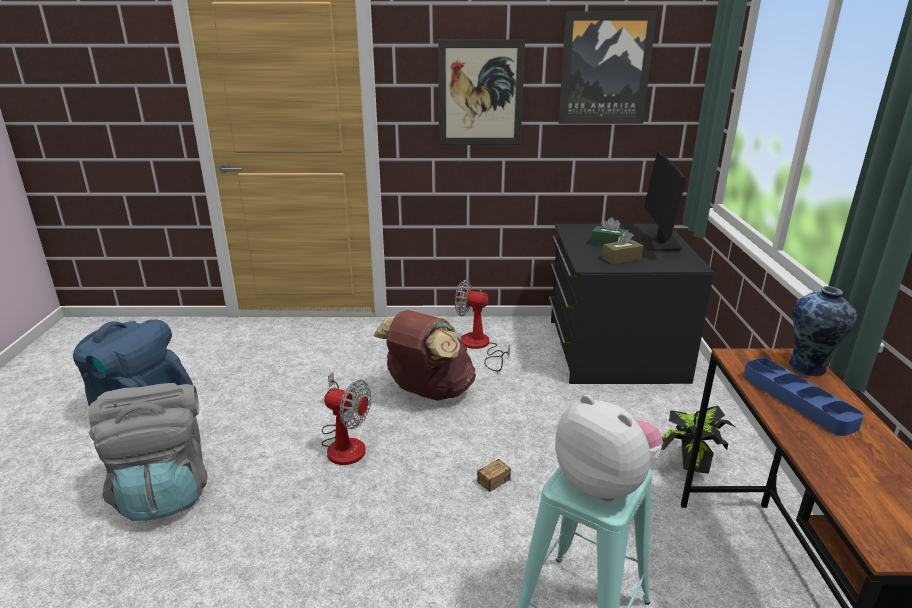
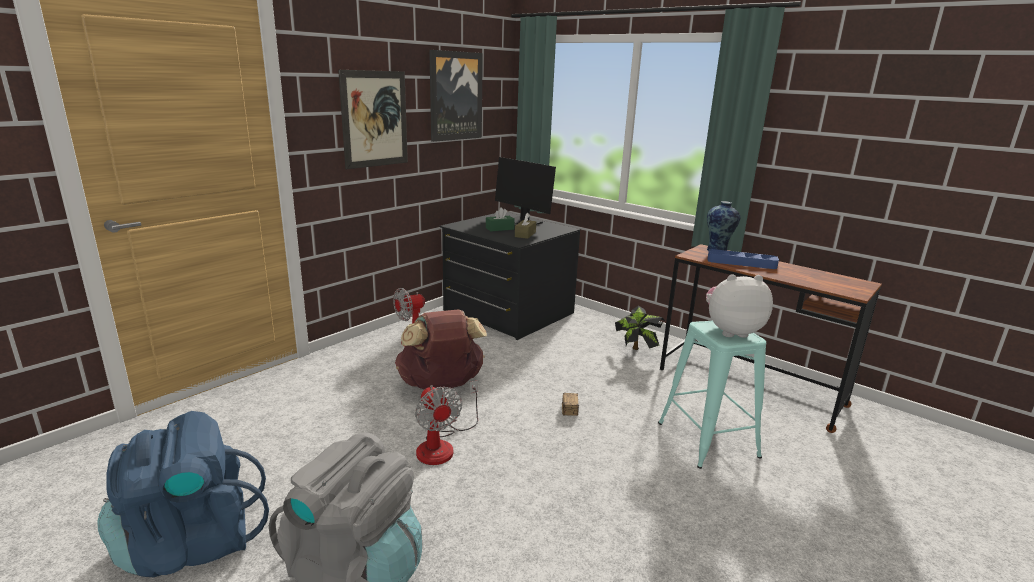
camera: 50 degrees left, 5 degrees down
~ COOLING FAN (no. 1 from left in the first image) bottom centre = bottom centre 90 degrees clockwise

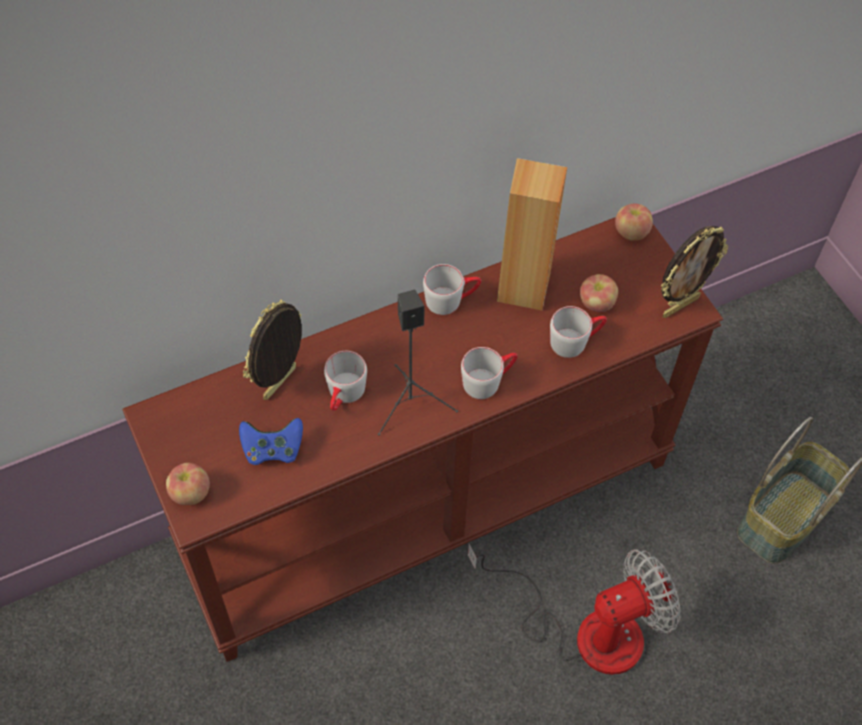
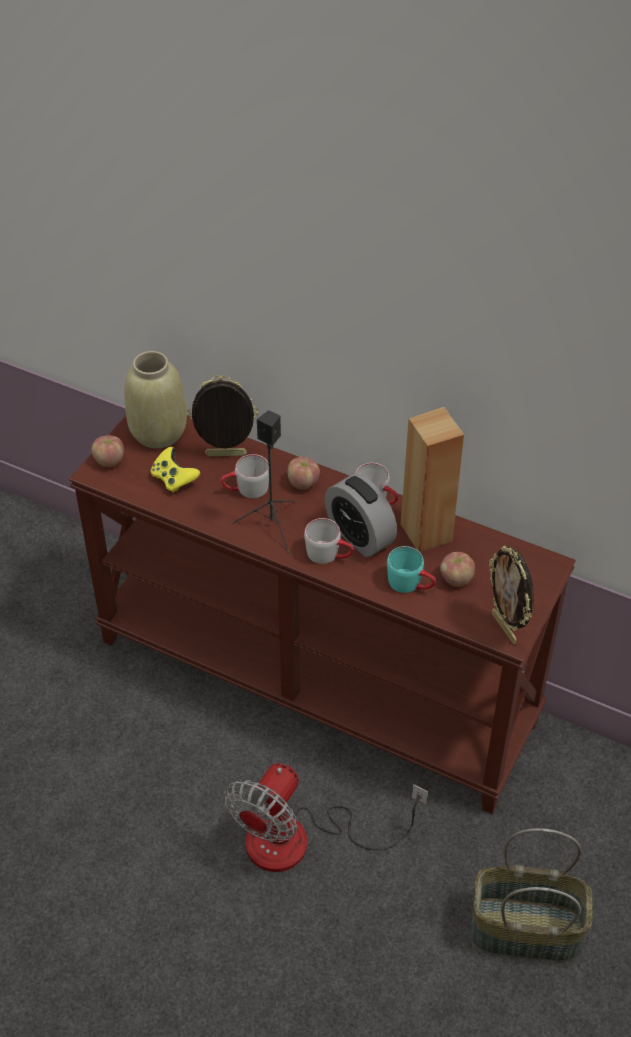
camera: 55 degrees right, 10 degrees down
+ BEIGE VASE middle left
~ BLUE GAME CONTROLLER middle left to YELLOWISH GAME CONTROLLER middle left
~ COOLING FAN bottom centre = bottom centre 90 degrees clockwise
~ APPLE FRUIT (no. 3 from left in the first image) top right to APPLE FRUIT (no. 2 from left) centre
+ TABLE CLOCK centre
~ GREY COFFEE MUG (no. 4 from left) middle right to TURQUOISE-COLOURED COFFEE MUG centre
~ PHOTO FRAME (no. 2 from left) middle right = middle right 45 degrees clockwise

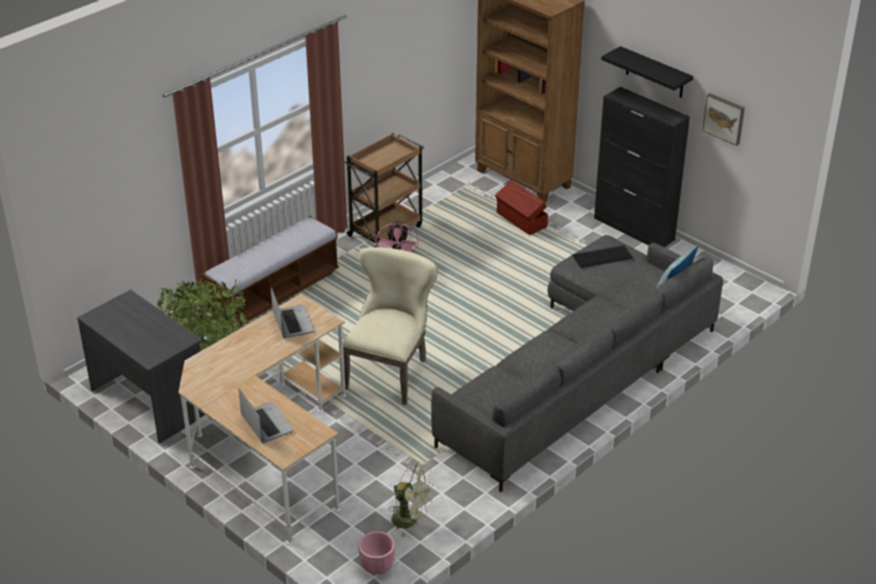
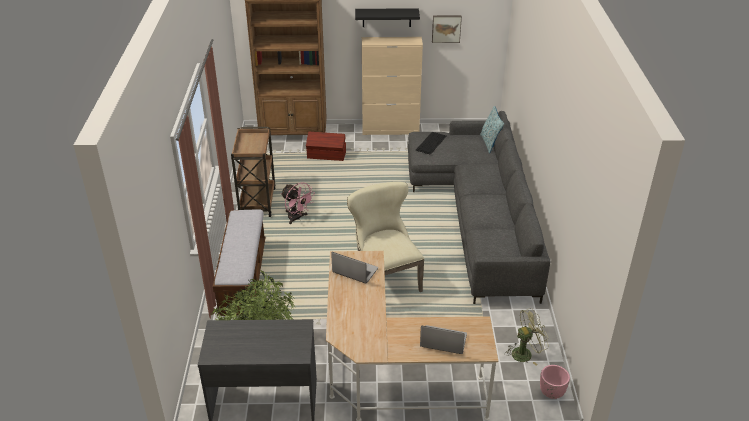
camera: 45 degrees left, 0 degrees up
~ BLACK-COLOURED CABINET top right to BEIGE CABINET top centre

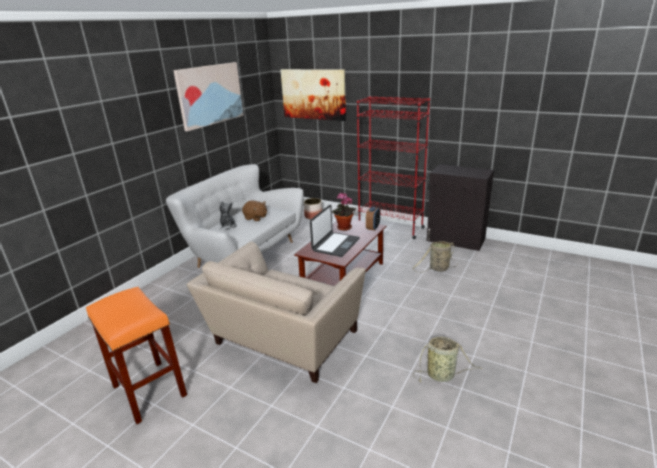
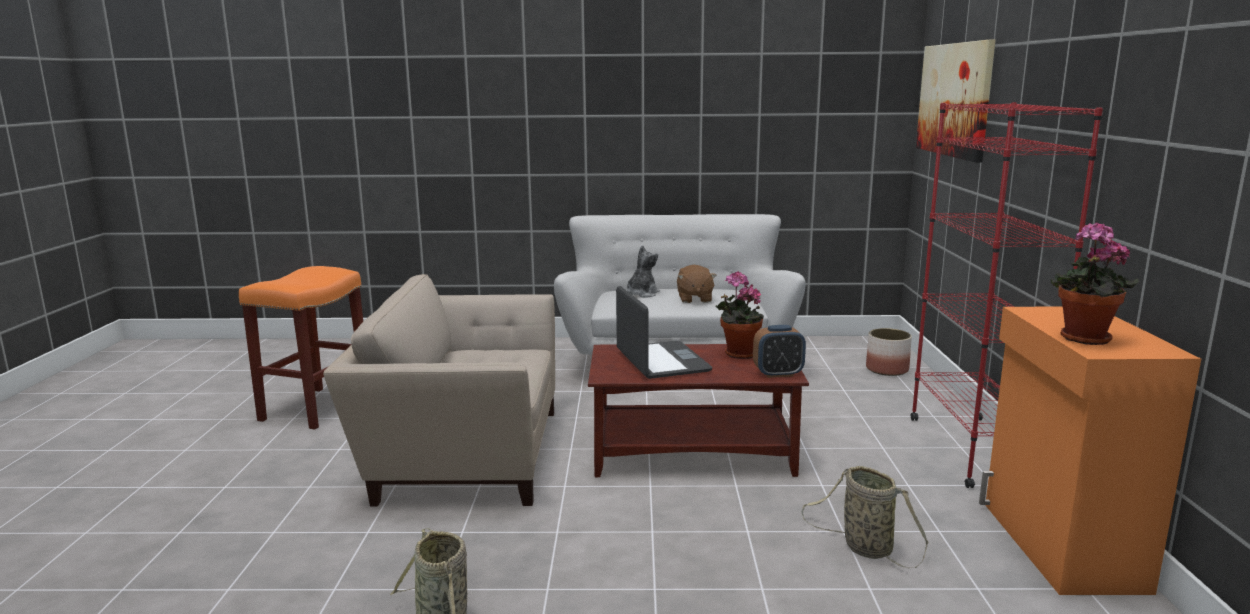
camera: 60 degrees right, 10 degrees down
~ LAPTOP centre = centre 105 degrees counterclockwise
~ BLACK-COLOURED CABINET middle right to ORANGEY CABINET bottom right
+ POTTED PLANT (no. 2 from left) middle right
- WALL ART (no. 1 from left) top left

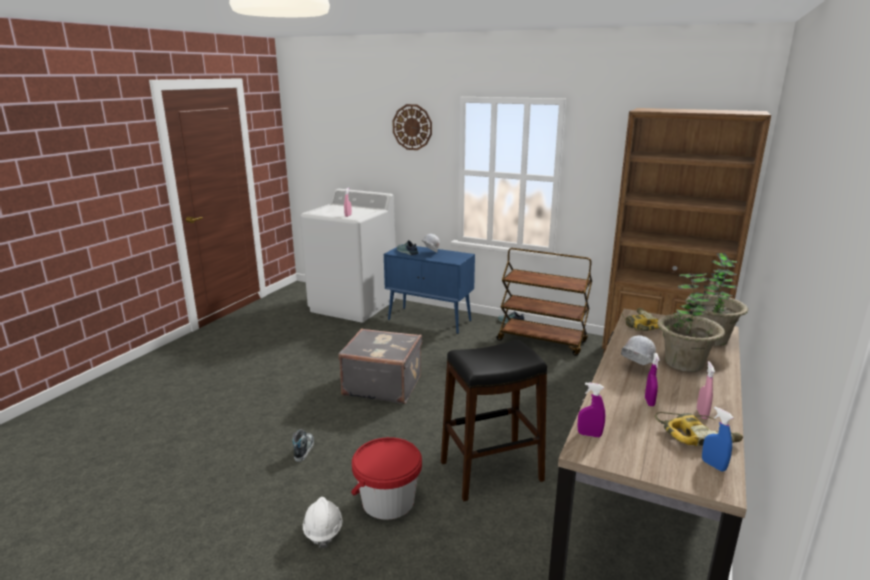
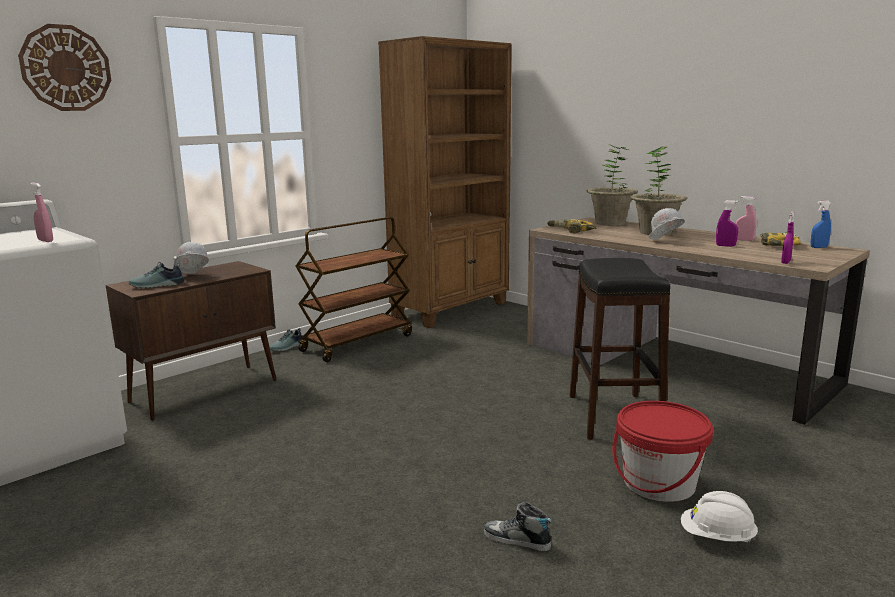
camera: 70 degrees left, 5 degrees down
~ BLUE CABINET centre to BROWN CABINET middle left
- GREY TRAVEL CASE centre

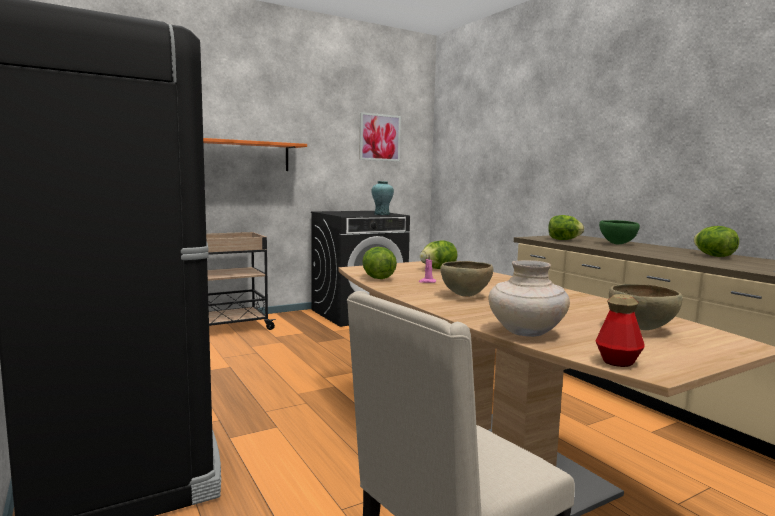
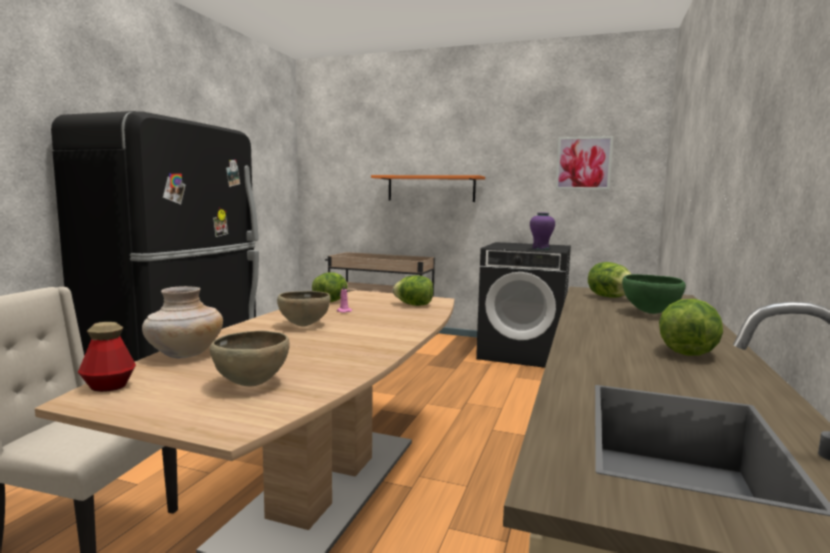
camera: 50 degrees right, 0 degrees up
~ TURQUOISE-COLOURED VASE centre to PURPLISH VASE centre

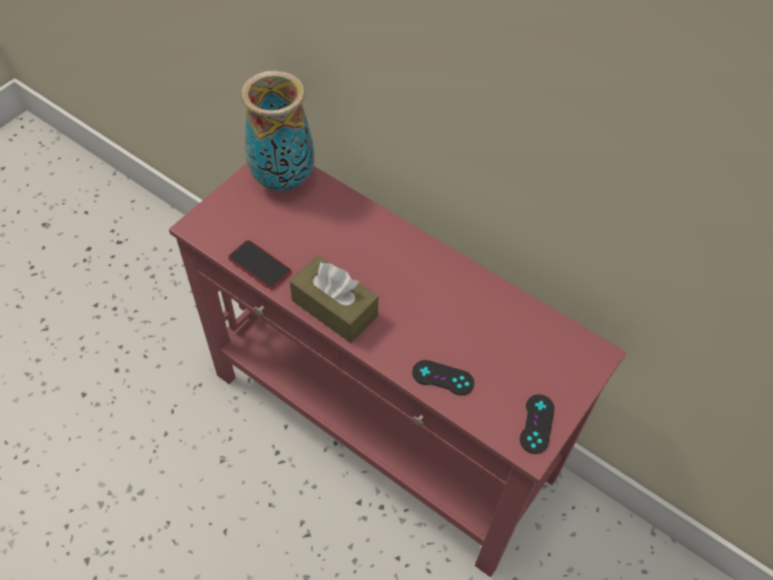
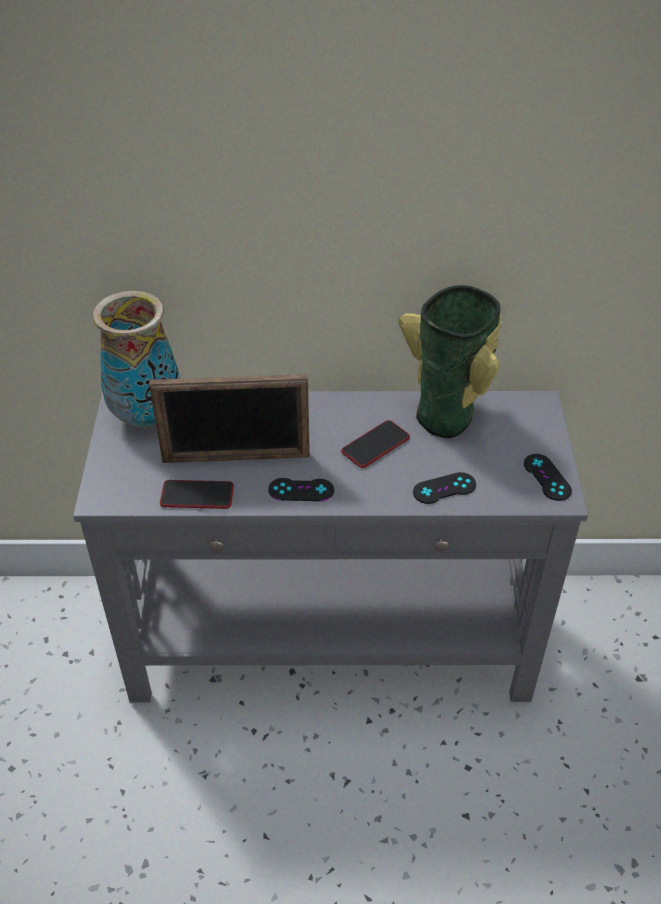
camera: 35 degrees left, 10 degrees down
~ RED NARROW TABLE centre to GREY NARROW TABLE centre
+ PHOTO FRAME centre
~ BROWN BOX OF TISSUES centre to BLACK-COLOURED GAME CONTROLLER (no. 1 from left) centre
+ HANDSET (no. 2 from left) centre
+ VASE (no. 2 from left) middle right

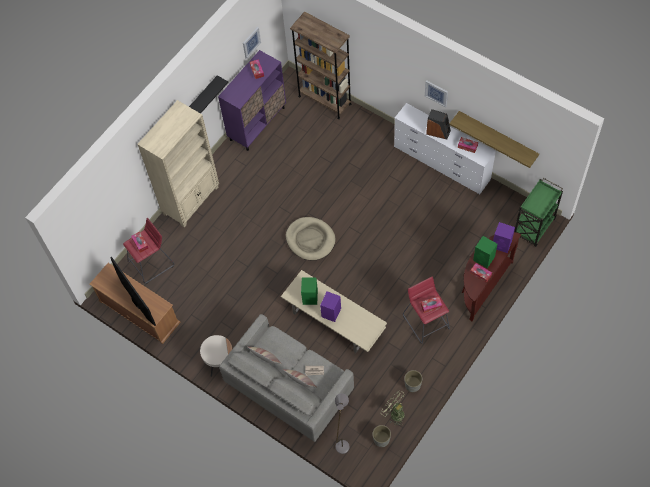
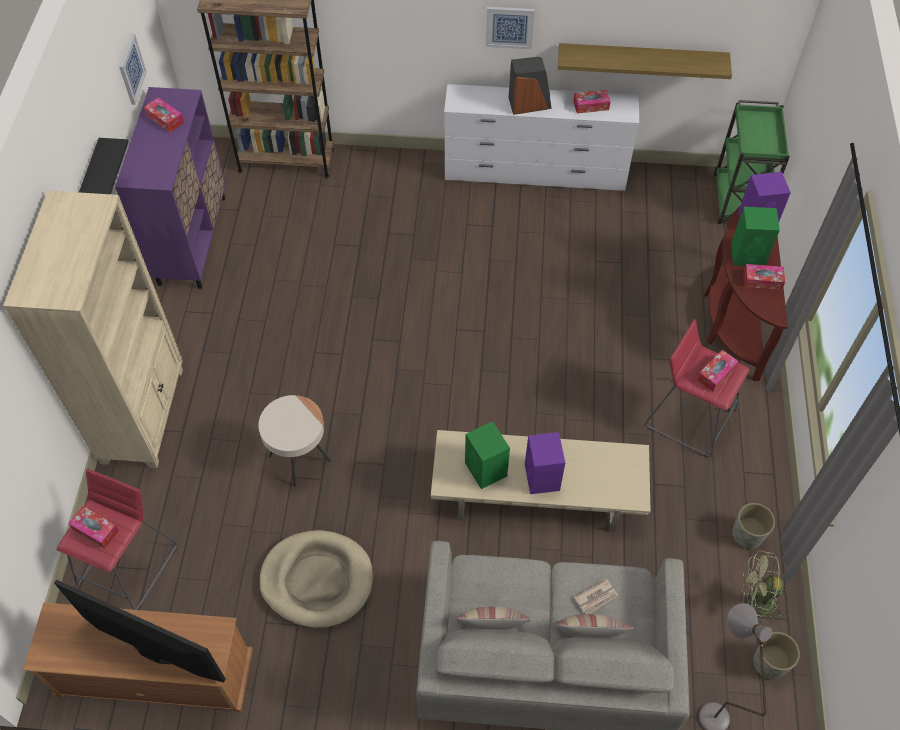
camera: 35 degrees left, 5 degrees down
~ BEIGE ACCENT TABLE bottom left to middle left
~ BEIGE DOG BED centre to bottom centre

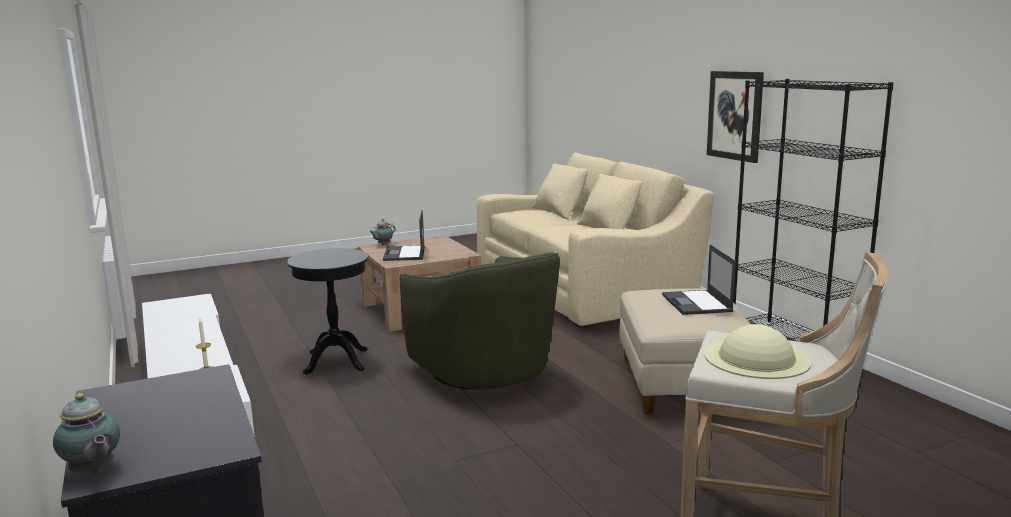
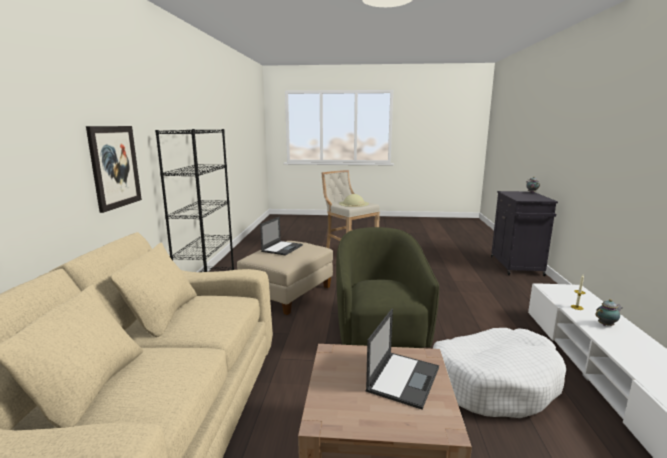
camera: 150 degrees left, 0 degrees up
~ BLACK-COLOURED ACCENT TABLE middle left to WHITE-COLOURED DOG BED bottom right
~ TEAPOT (no. 2 from left) centre to bottom right

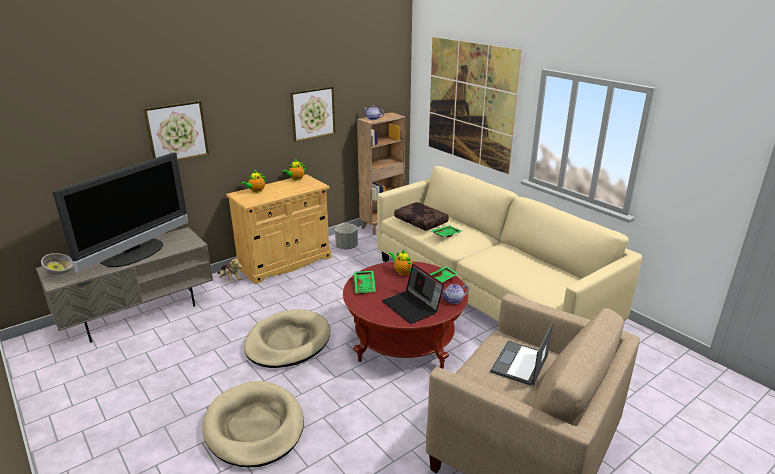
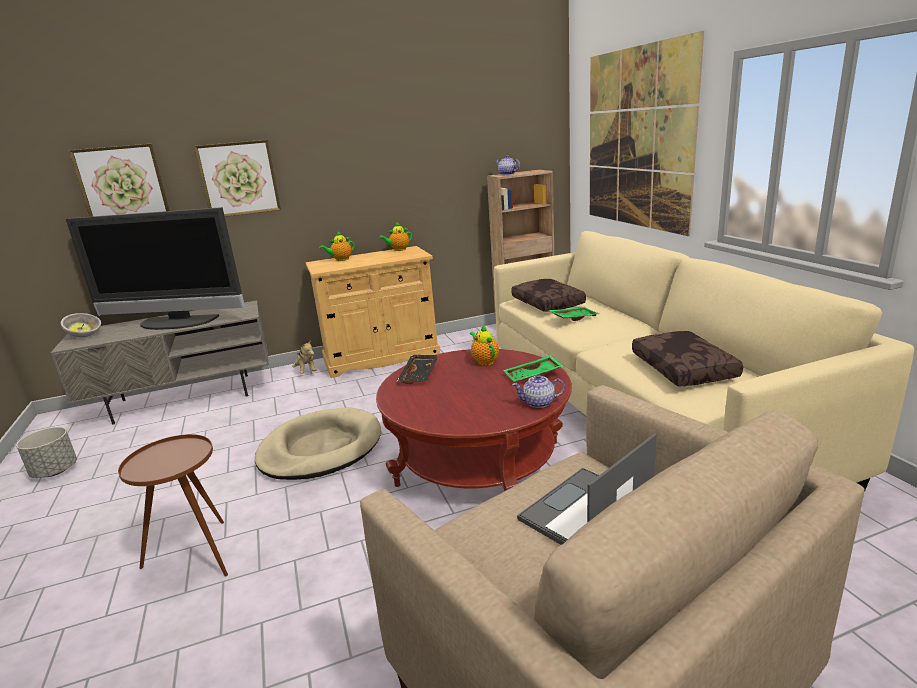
camera: 20 degrees right, 5 degrees down
~ GREY FLOWER POT centre to middle left
~ TELEVISION middle left = middle left 45 degrees clockwise
~ WALL ART (no. 2 from left in the first image) top centre to WALL ART (no. 1 from left) top left
~ BEIGE DOG BED (no. 1 from left) bottom left to BROWN ACCENT TABLE bottom left
~ GREEN-COLOURED CARRYING TRAY (no. 1 from left) centre to BLACK-COLOURED CARRYING TRAY centre
+ BROWN CUSHION (no. 2 from left) middle right
- LAPTOP (no. 1 from left) centre

